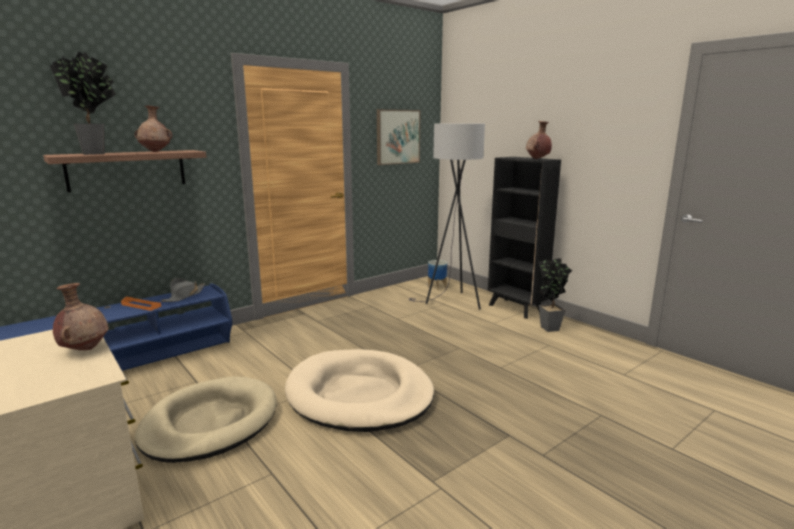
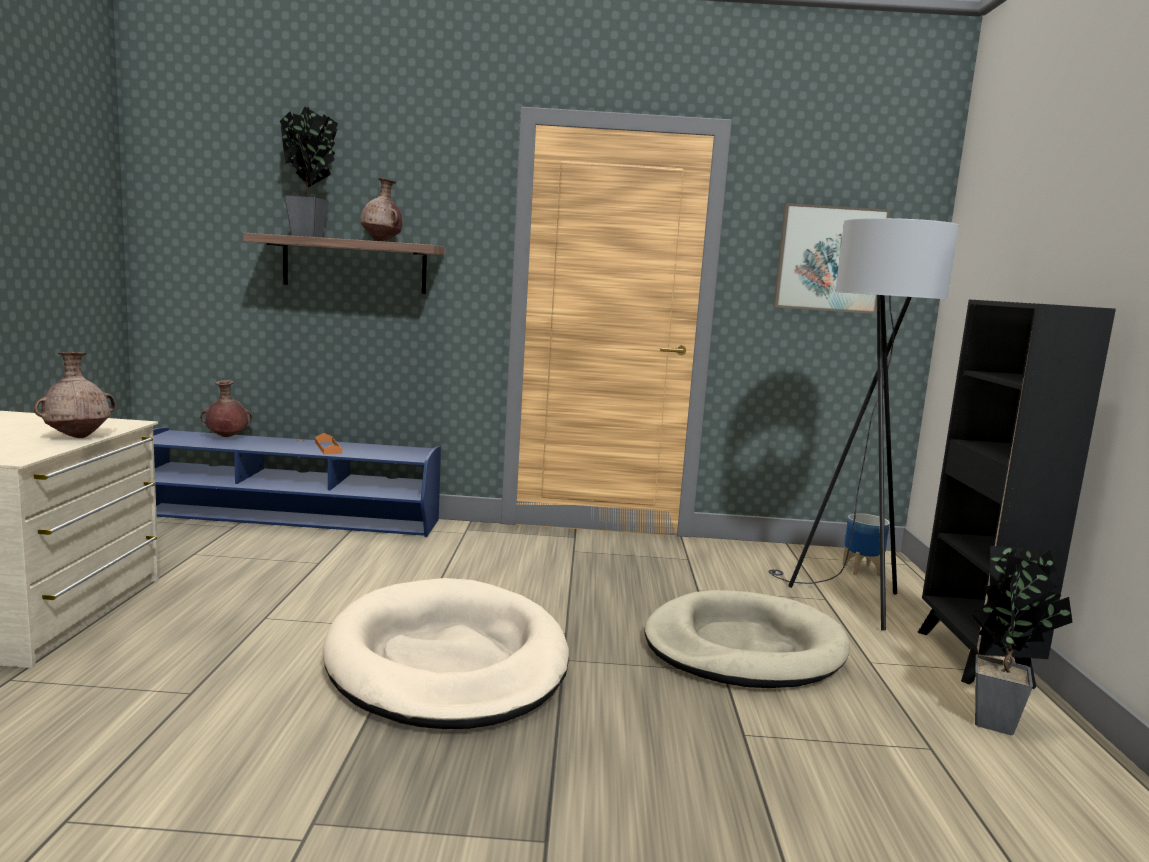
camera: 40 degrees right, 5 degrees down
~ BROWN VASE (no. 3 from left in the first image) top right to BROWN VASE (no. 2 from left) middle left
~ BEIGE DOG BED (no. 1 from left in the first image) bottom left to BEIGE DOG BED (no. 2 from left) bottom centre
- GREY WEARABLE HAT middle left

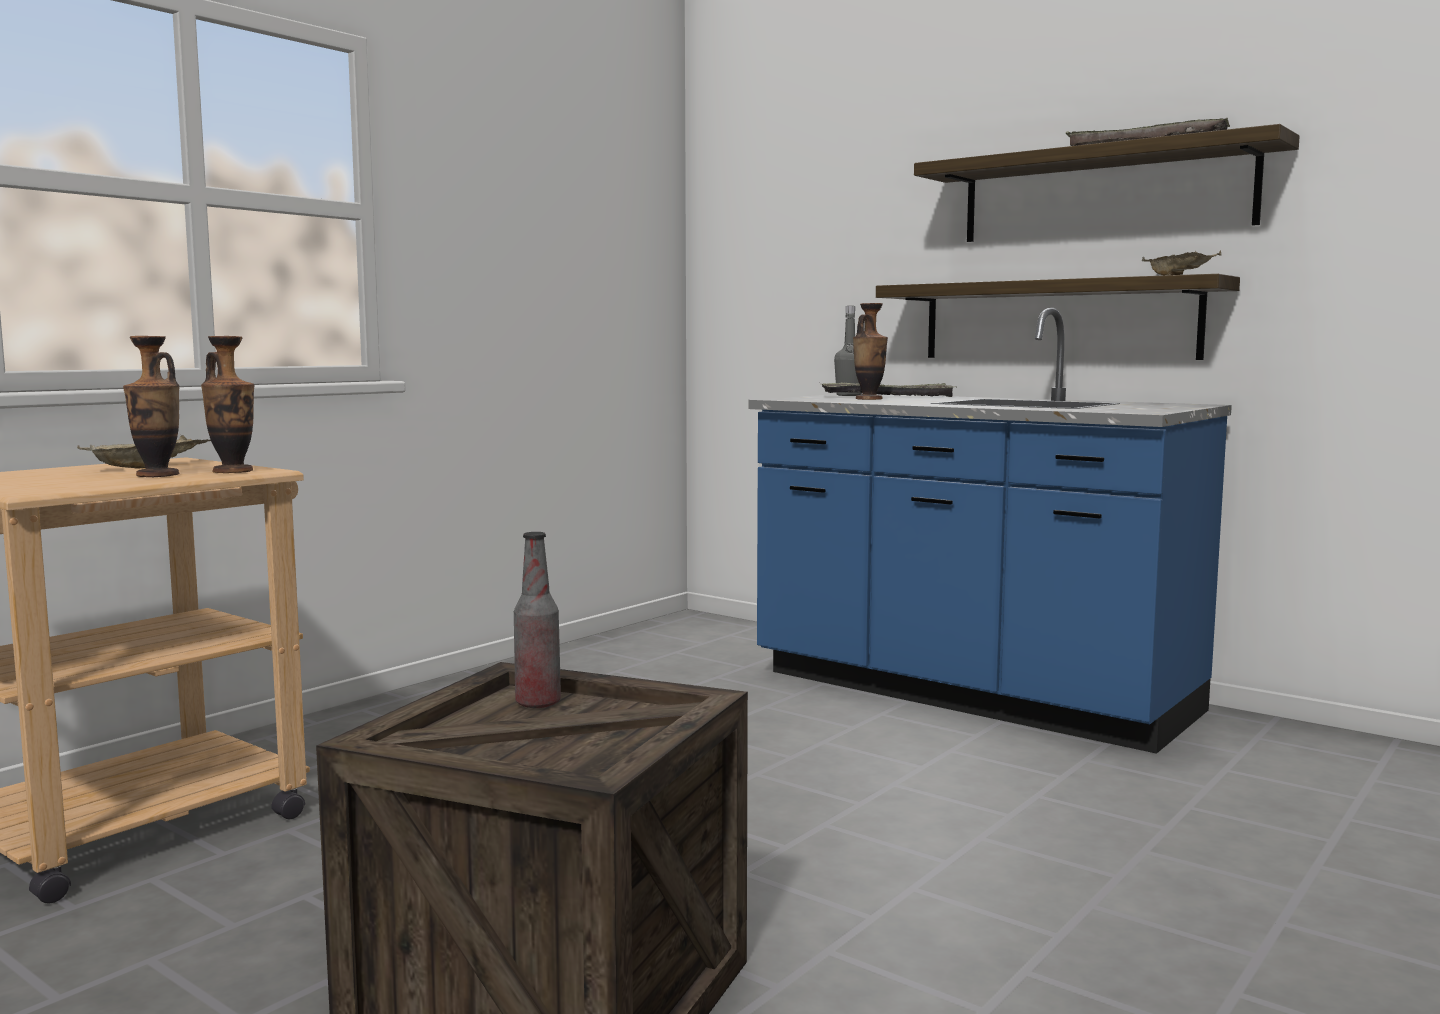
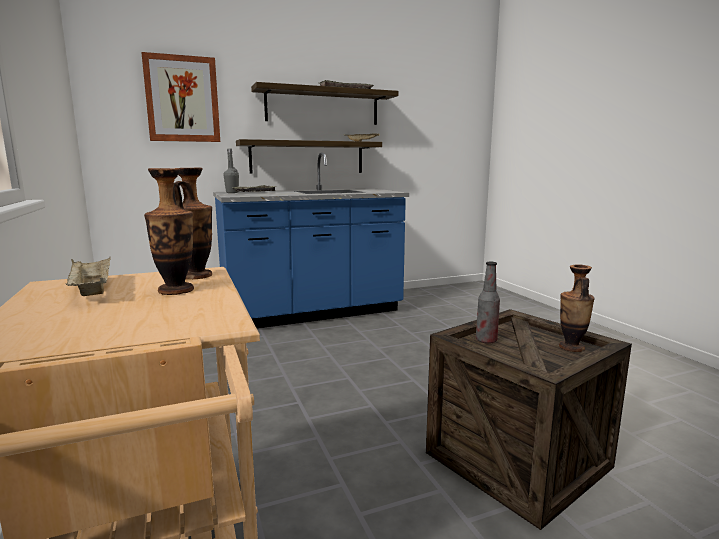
camera: 60 degrees left, 5 degrees up
+ WALL ART top left
~ VASE (no. 3 from left) centre to middle right

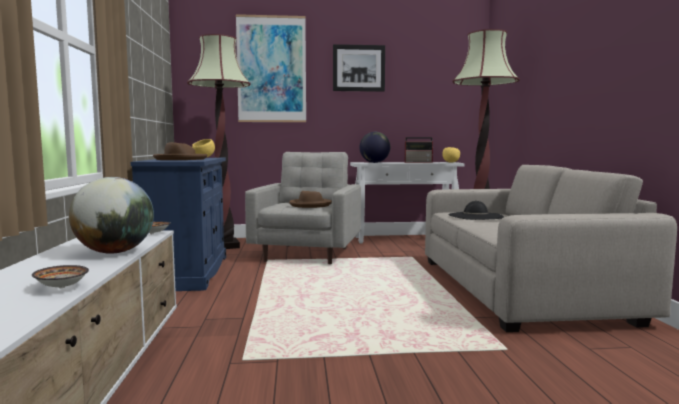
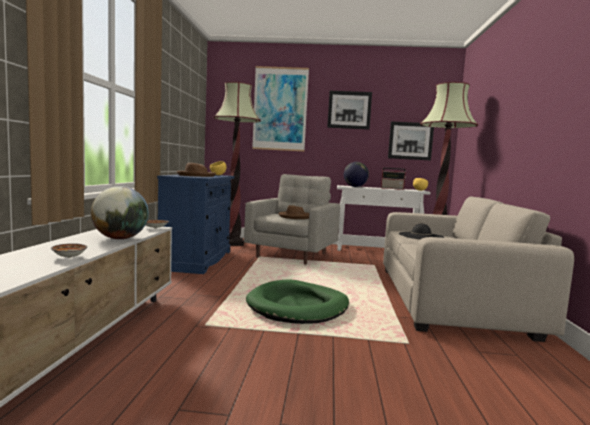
camera: 10 degrees right, 0 degrees up
+ GREEN-COLOURED DOG BED bottom centre
+ WALL ART (no. 3 from left) top right

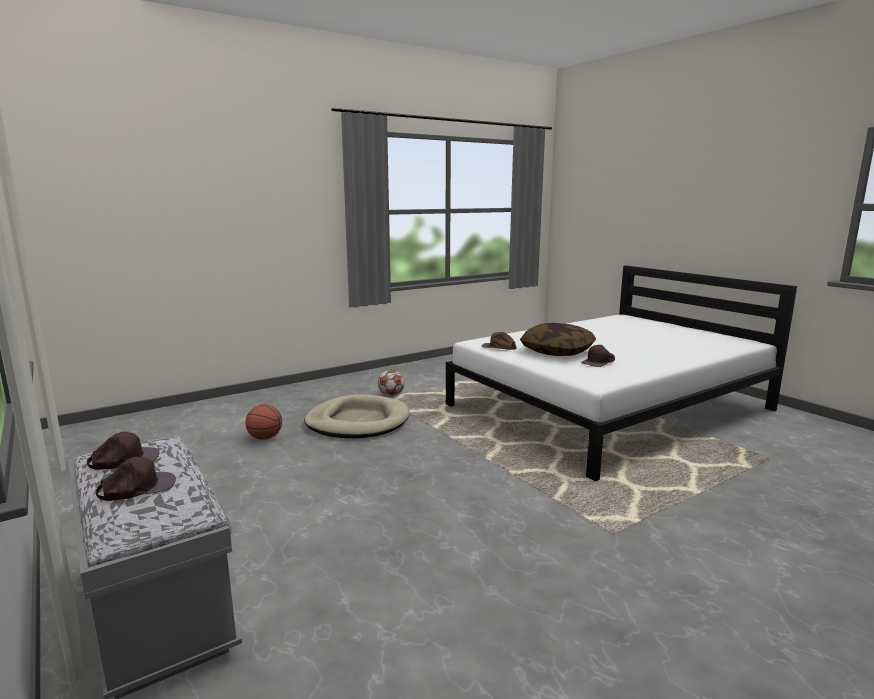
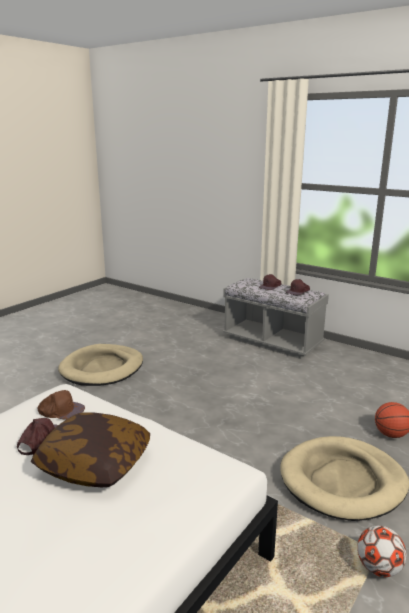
camera: 160 degrees right, 5 degrees up
~ BROWN PEAKED CAP (no. 3 from left in the first image) centre to BROWN PEAKED CAP (no. 2 from left) middle left
+ BEIGE DOG BED (no. 1 from left) middle left

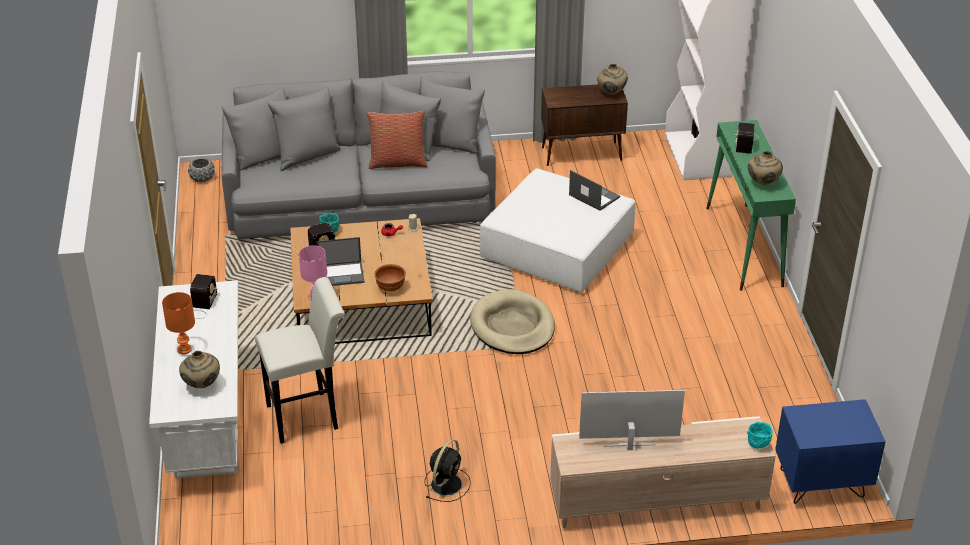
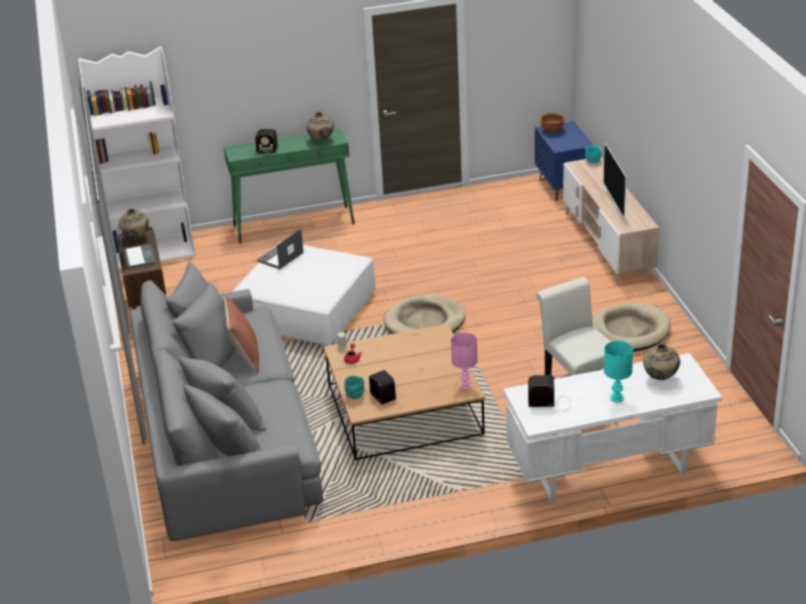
camera: 95 degrees left, 5 degrees down
~ LAPTOP (no. 1 from left) centre to middle left
~ BROWN BOWL centre to top right
~ BLACK-COLOURED COOLING FAN bottom centre to BEIGE DOG BED (no. 2 from left) middle right
~ ORANGEY TABLE LAMP middle left to TURQUOISE-COLOURED TABLE LAMP middle right
- GREY FLOWER POT top left

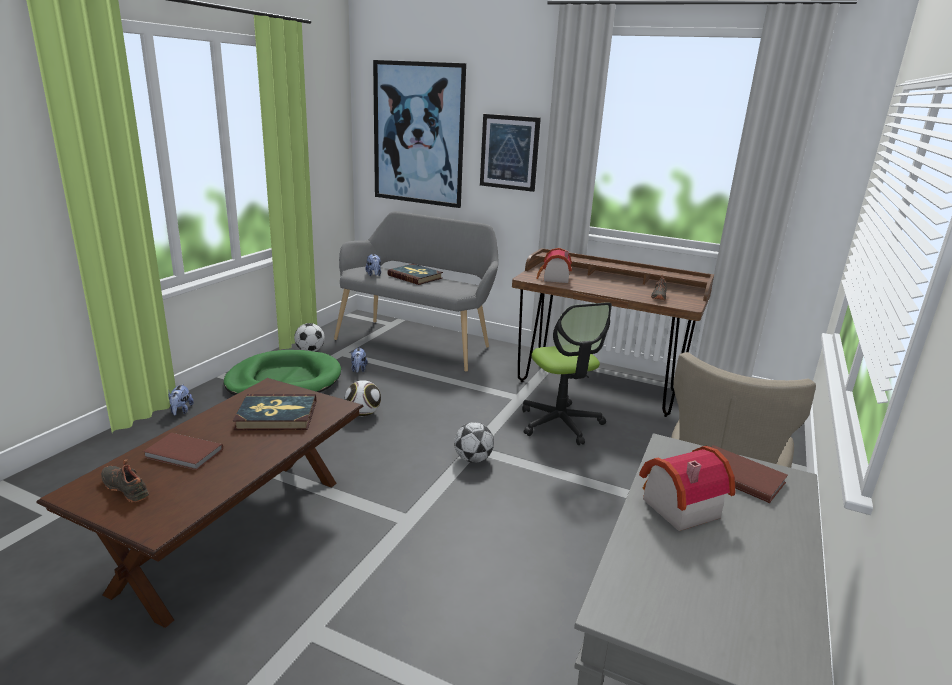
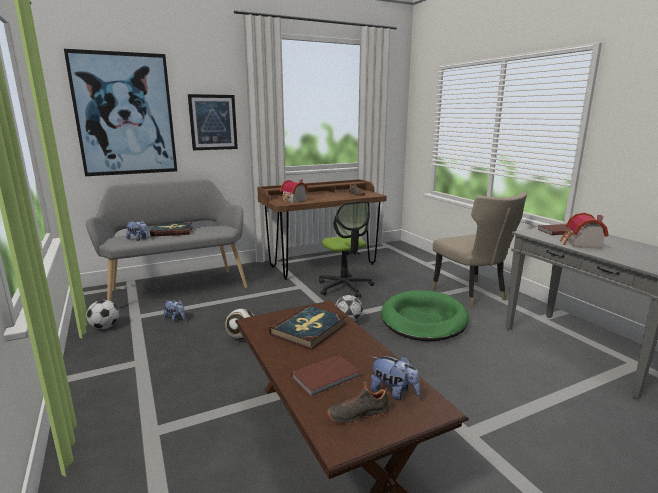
camera: 50 degrees left, 5 degrees down
~ COMPUTER CHAIR centre = centre 45 degrees clockwise
~ SOFT TOY (no. 1 from left in the first image) middle left to SOFT TOY (no. 3 from left) bottom centre
~ GREEN-COLOURED DOG BED middle left to centre

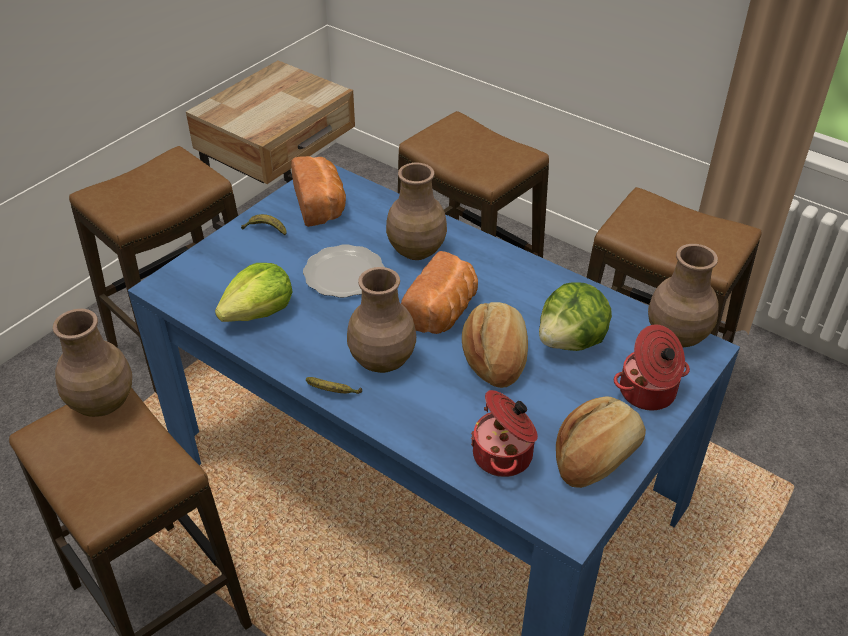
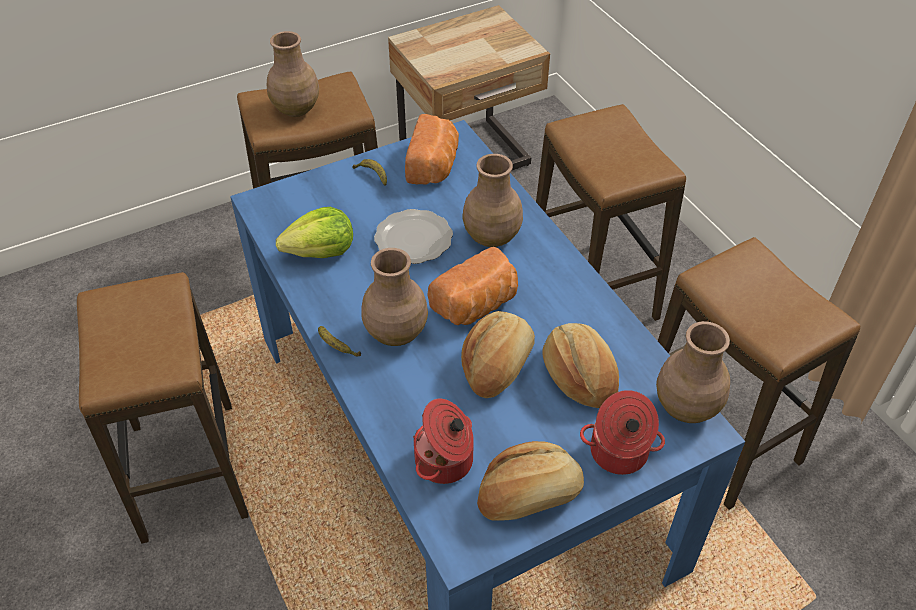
camera: 25 degrees right, 5 degrees up
~ BROWN VASE (no. 1 from left) middle left to top left
~ HEAD OF LETTUCE (no. 2 from left) middle right to BAKERY BREAD (no. 5 from left) centre

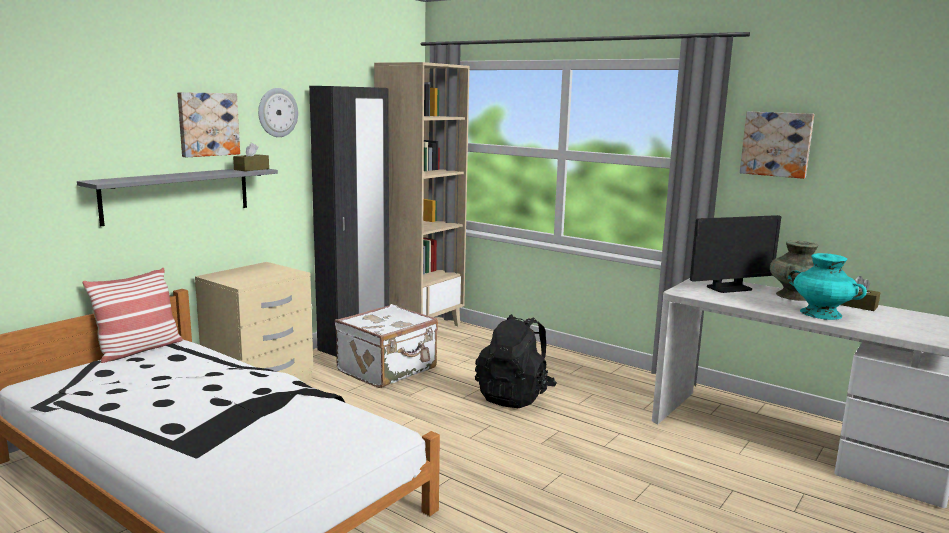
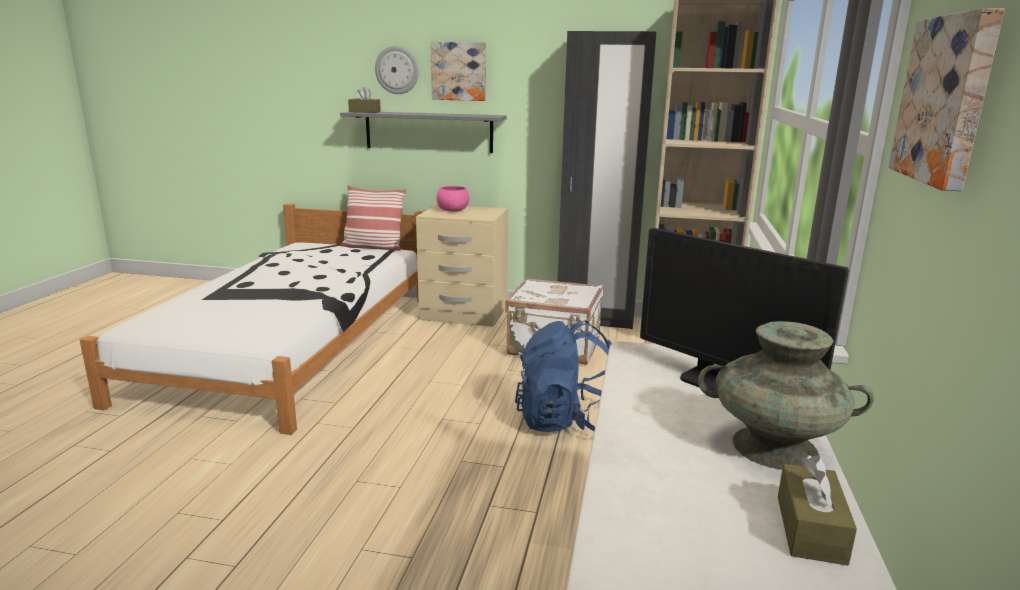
camera: 65 degrees right, 5 degrees up
~ BROWN BOX OF TISSUES (no. 1 from left) top left to top centre
~ WALL CLOCK top left to top centre
+ PINK-COLOURED BOWL centre
~ BLACK-COLOURED RUCKSACK bottom centre to BLUE RUCKSACK centre
- TURQUOISE-COLOURED VASE (no. 2 from left) middle right

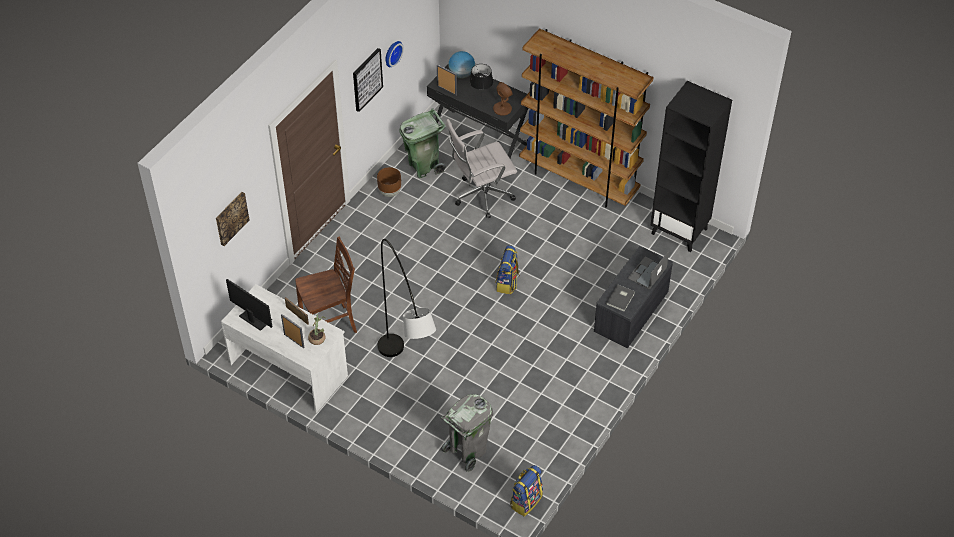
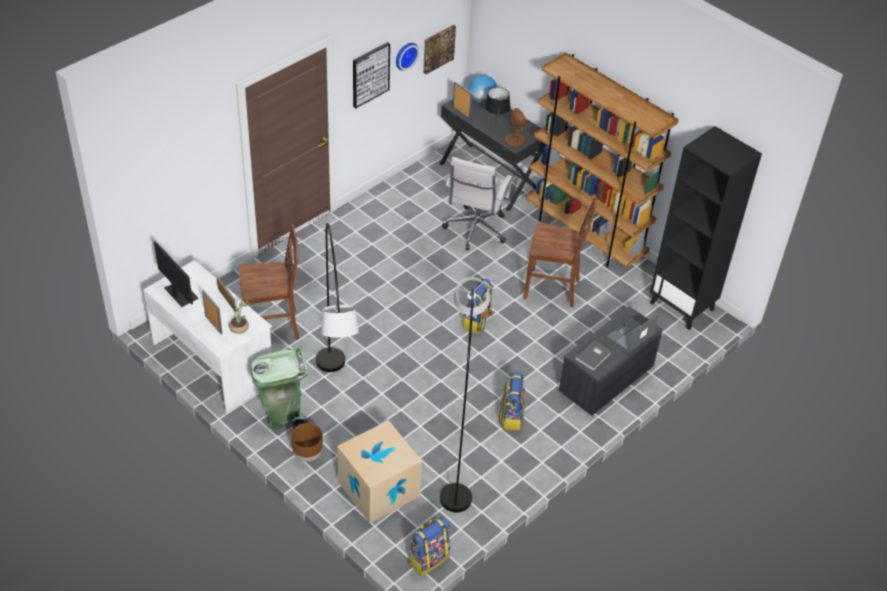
camera: 10 degrees right, 5 degrees down
~ GREEN-COLOURED TRASH CAN top centre to middle left
~ BROWN FLOWER POT centre to bottom centre
~ GREY TRASH CAN bottom centre to CARTON bottom centre
~ WALL ART (no. 1 from left in the first image) middle left to WALL ART (no. 2 from left) top centre
+ GREY STANDARD LAMP (no. 2 from left) bottom centre
~ WHITE-COLOURED COMPUTER CHAIR top centre = centre 60 degrees counterclockwise
+ RUCKSACK (no. 3 from left) bottom centre
+ BROWN PLAIN CHAIR (no. 2 from left) centre

